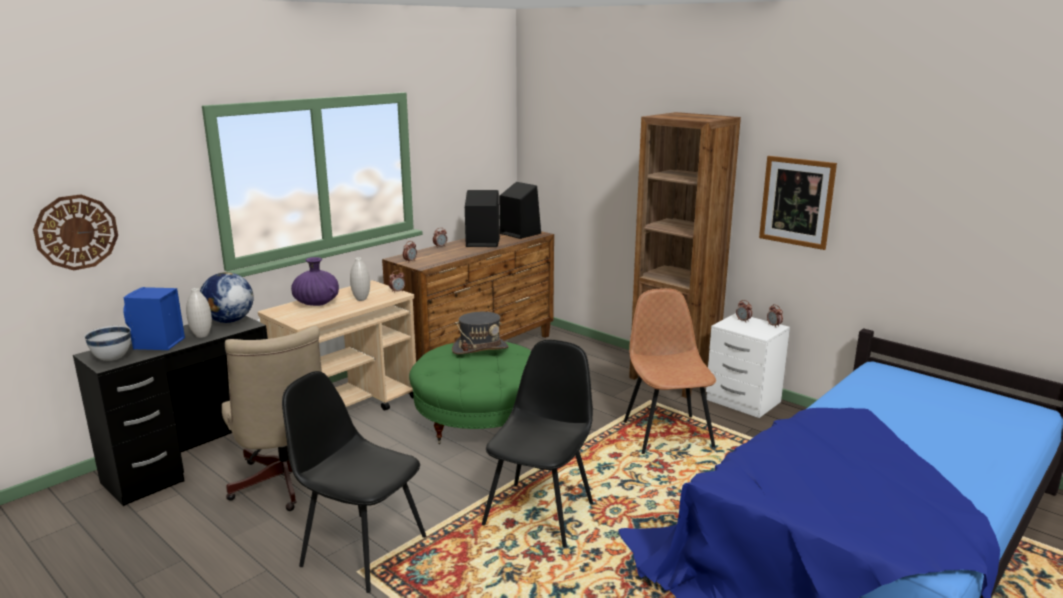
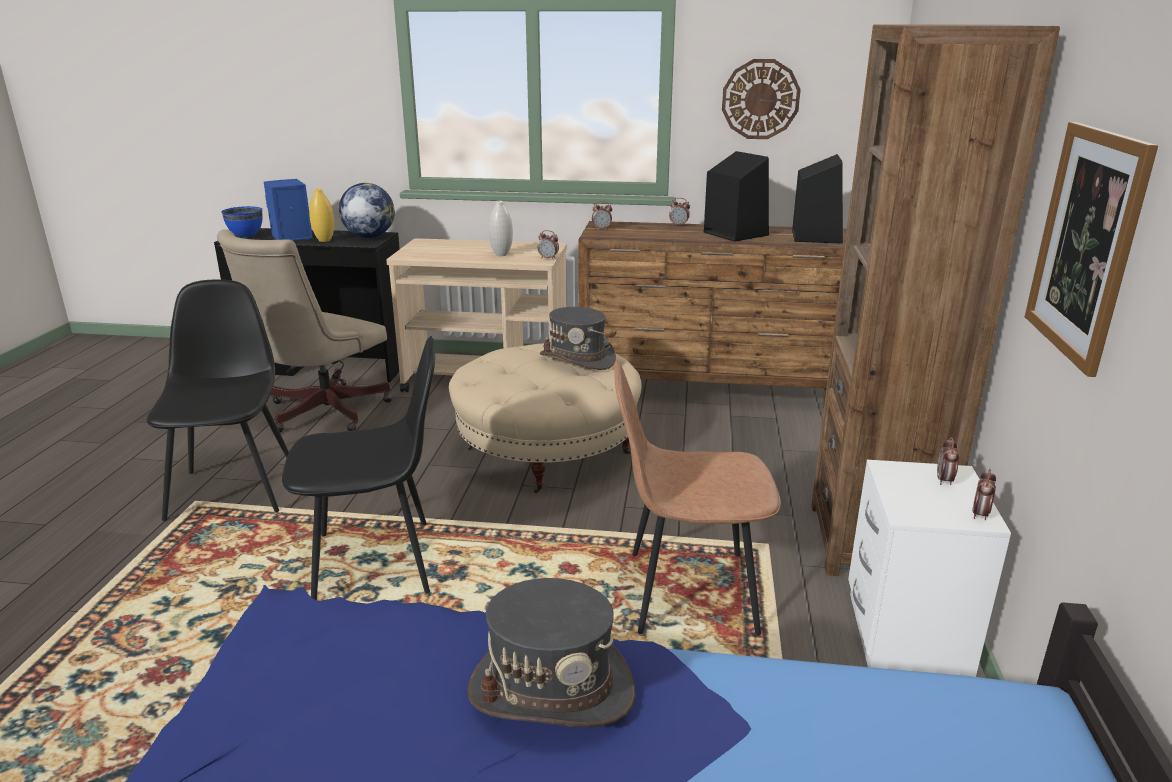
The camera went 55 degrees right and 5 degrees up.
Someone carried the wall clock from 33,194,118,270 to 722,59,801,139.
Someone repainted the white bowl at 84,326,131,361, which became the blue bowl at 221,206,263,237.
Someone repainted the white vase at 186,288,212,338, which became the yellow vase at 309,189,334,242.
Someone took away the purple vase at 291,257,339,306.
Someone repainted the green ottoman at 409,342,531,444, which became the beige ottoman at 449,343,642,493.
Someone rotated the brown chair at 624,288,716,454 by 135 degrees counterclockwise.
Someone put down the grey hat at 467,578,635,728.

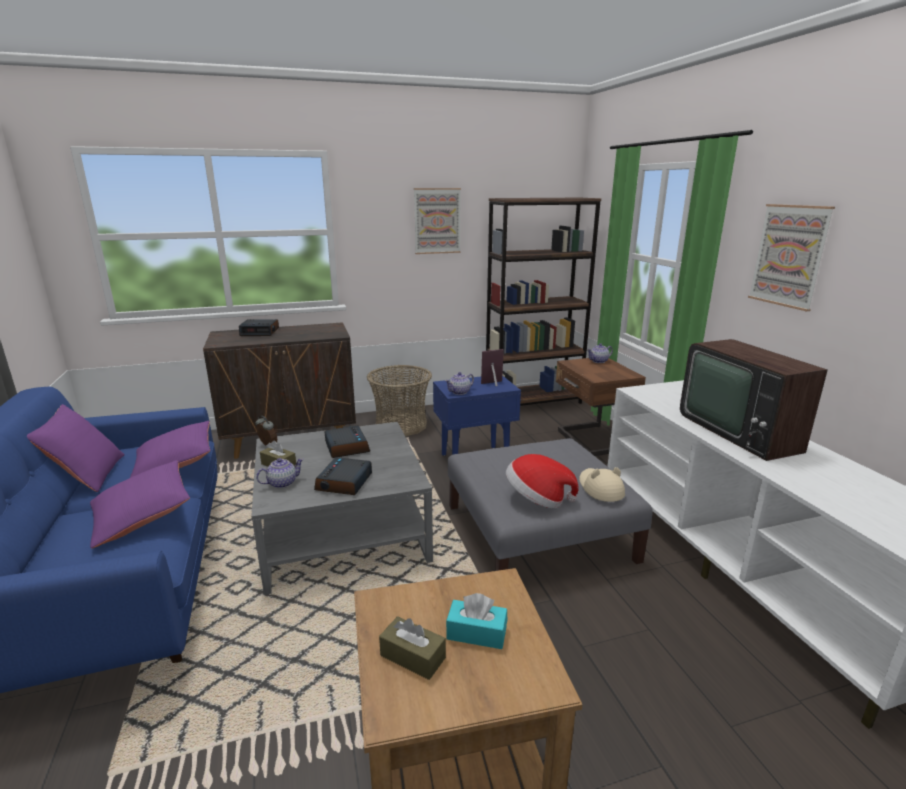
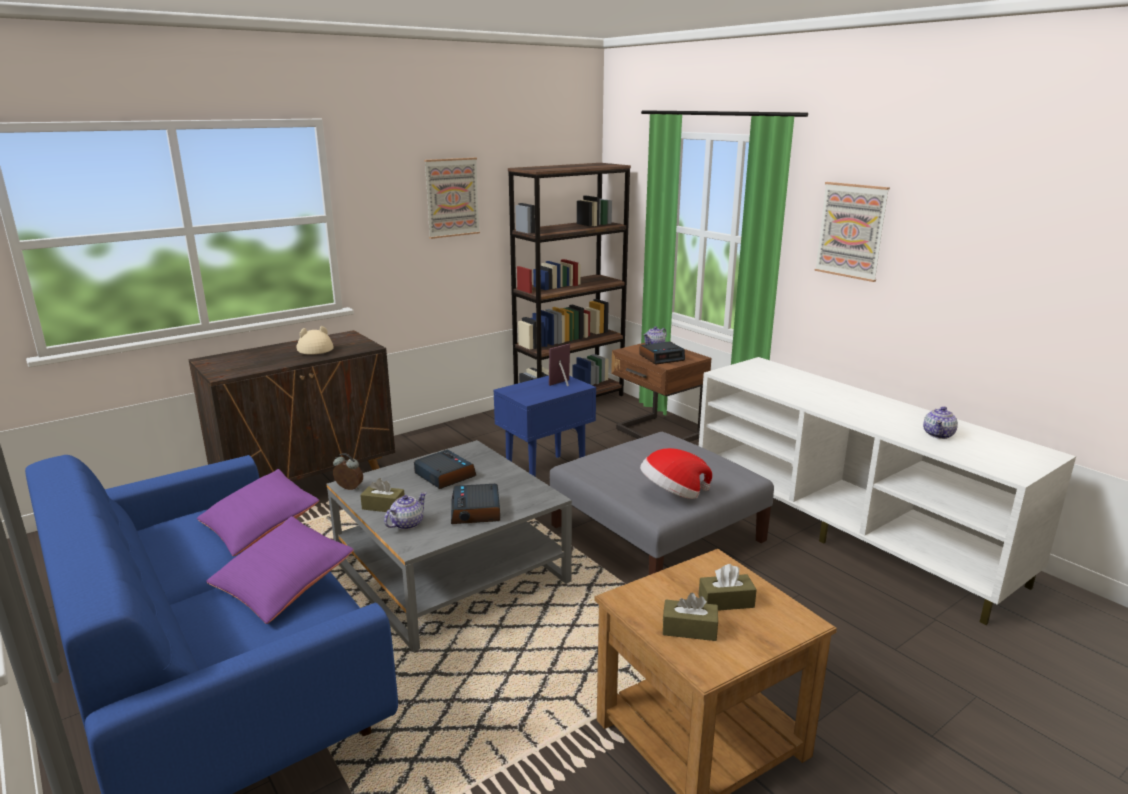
The camera went 20 degrees left and 0 degrees up.
Someone took away the purple pillow at 27,404,125,492.
Someone carried the alarm clock from 239,319,279,336 to 639,341,685,364.
Someone took away the basket at 367,365,432,436.
Someone carried the teapot from 445,372,474,395 to 923,406,958,439.
Someone repainted the turquoise tissue box at 446,593,507,649, which became the brown tissue box at 698,564,757,611.
Someone carried the beige hat from 579,467,625,502 to 296,326,333,354.
Someone took away the television at 680,339,828,461.

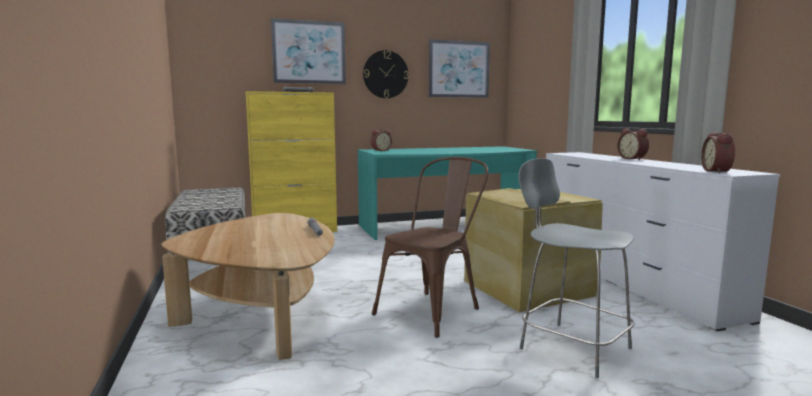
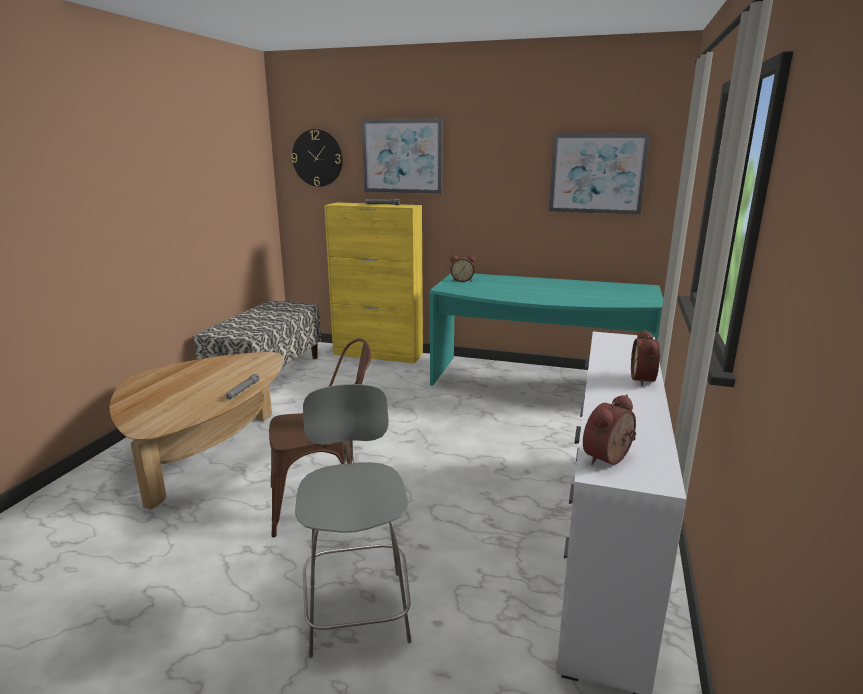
The camera went 35 degrees right and 10 degrees up.
Someone carried the wall clock from 363,50,409,98 to 291,129,343,187.
Someone took away the beige storage box at 464,188,603,312.

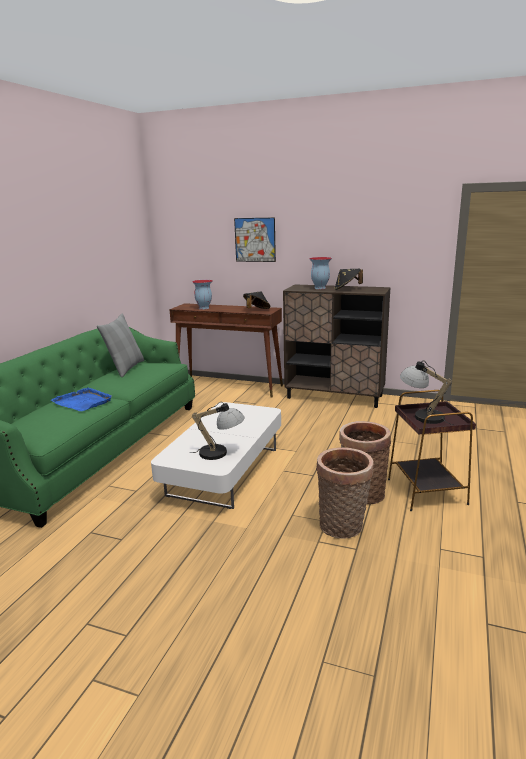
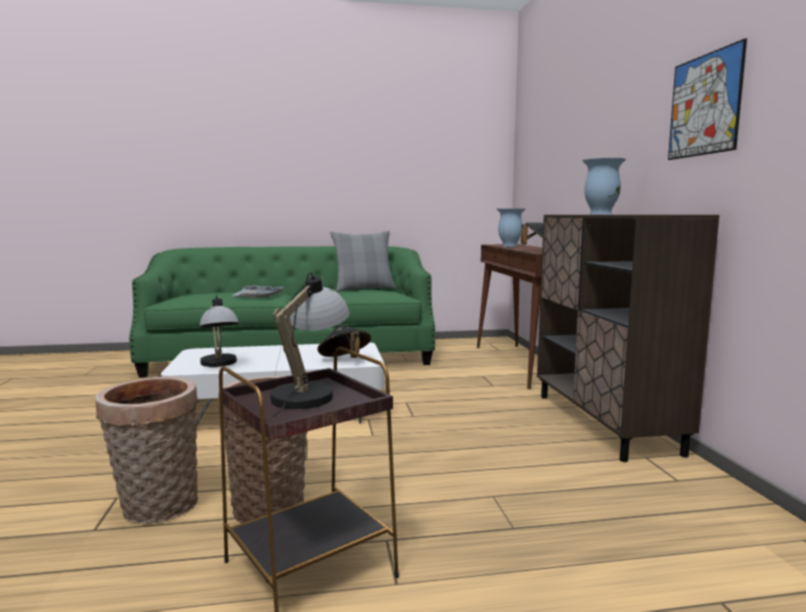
The camera went 60 degrees right and 10 degrees down.
Someone repainted the blue tray at 51,387,112,411, which became the grey tray at 232,285,284,298.
Someone carried the picture from 234,218,276,262 to 668,39,747,160.
Someone carried the black hat from 335,269,363,290 to 318,325,371,358.

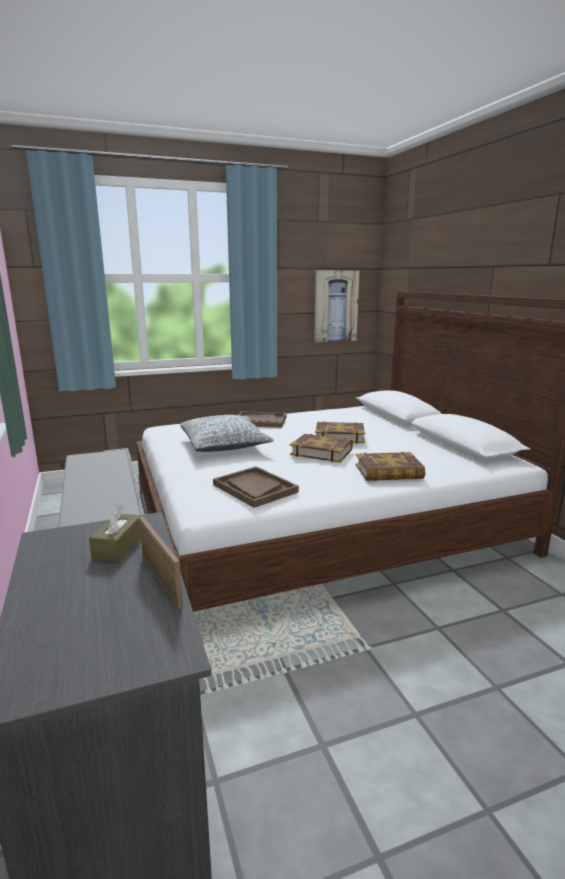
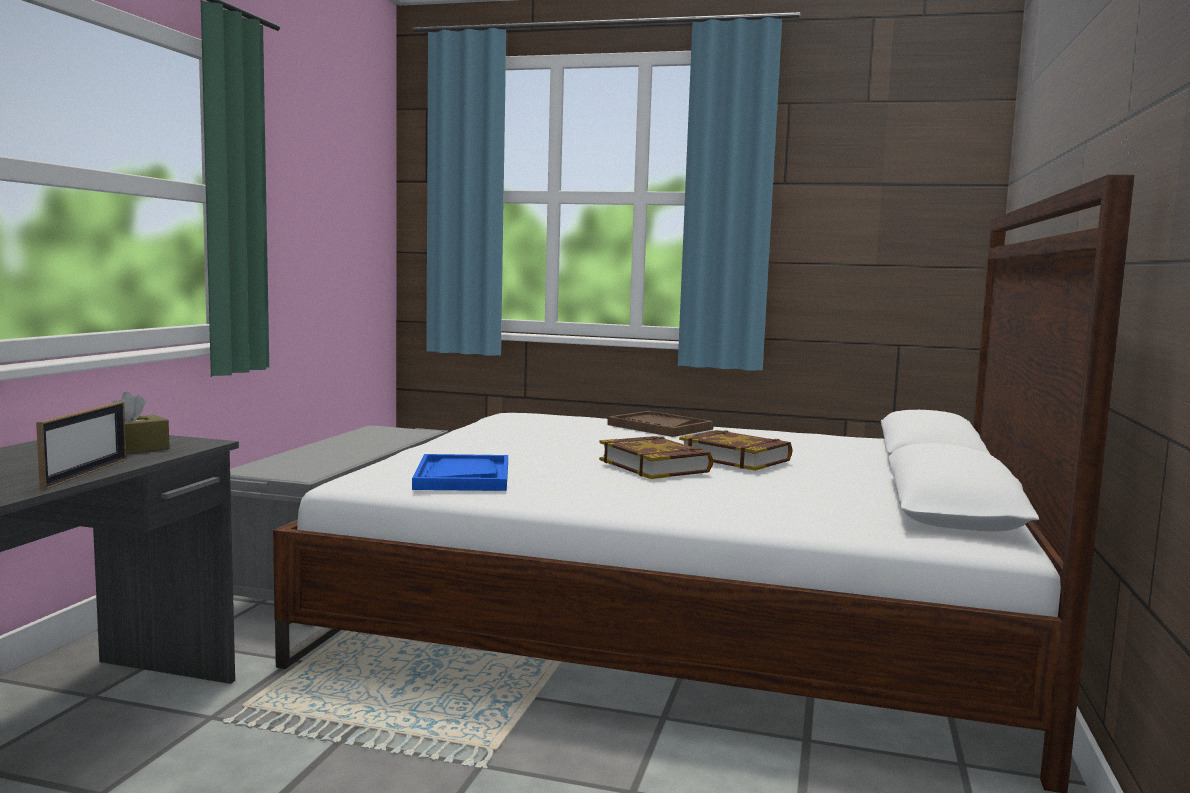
The camera went 35 degrees right and 10 degrees down.
Someone took away the pillow at 181,415,274,452.
Someone repainted the brown tray at 213,466,299,508, which became the blue tray at 412,454,508,491.
Someone took away the picture at 314,270,360,342.
Someone took away the book at 356,452,425,481.

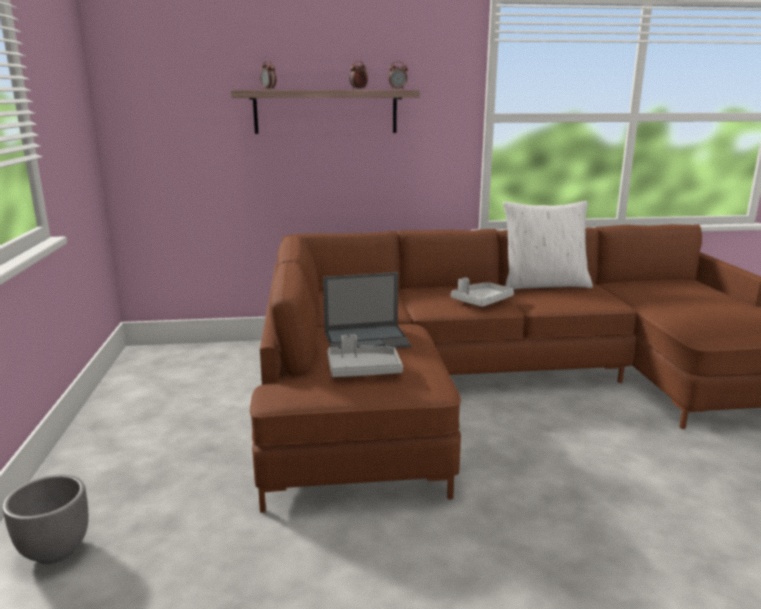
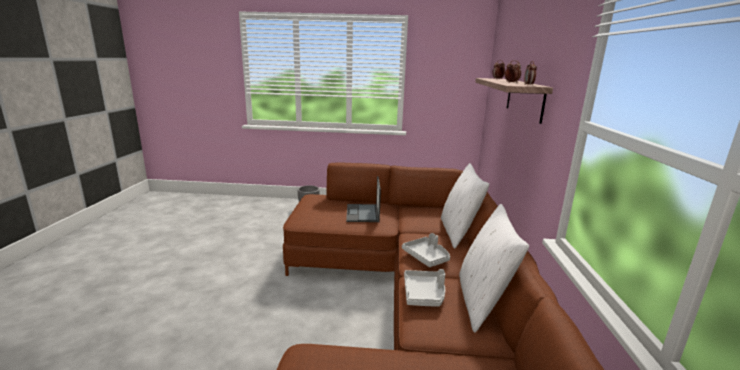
The camera went 100 degrees right and 0 degrees up.
Someone carried the grey tray from 327,334,403,377 to 404,269,445,306.
Someone put down the white pillow at 441,163,489,249.

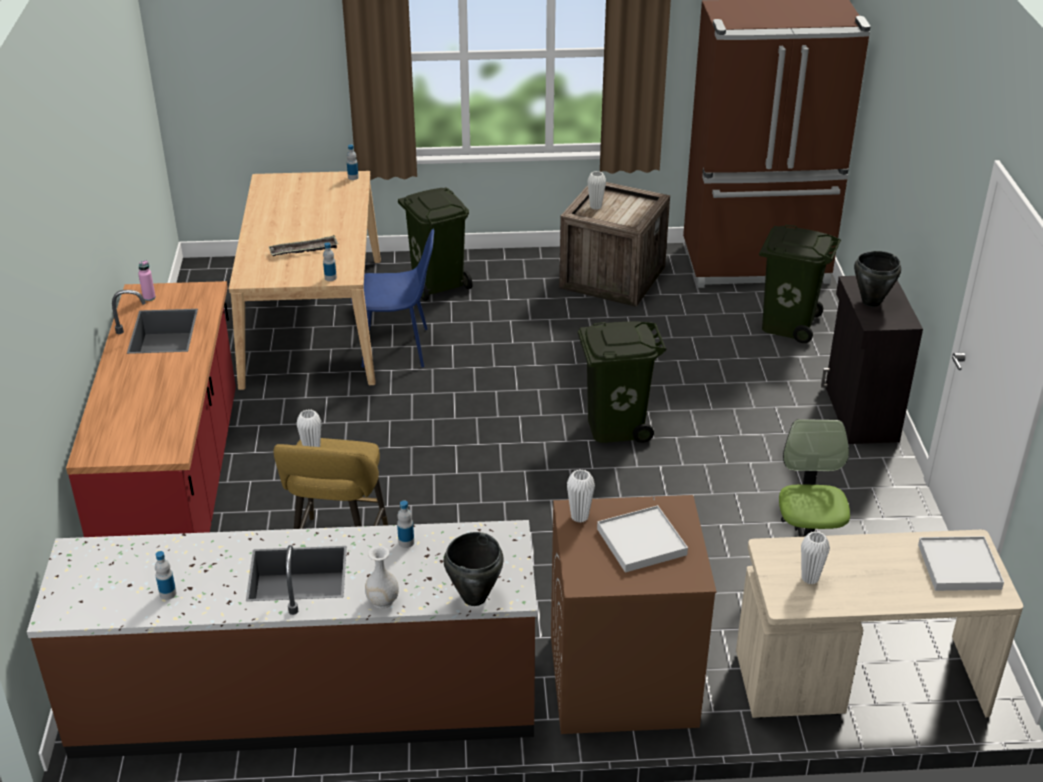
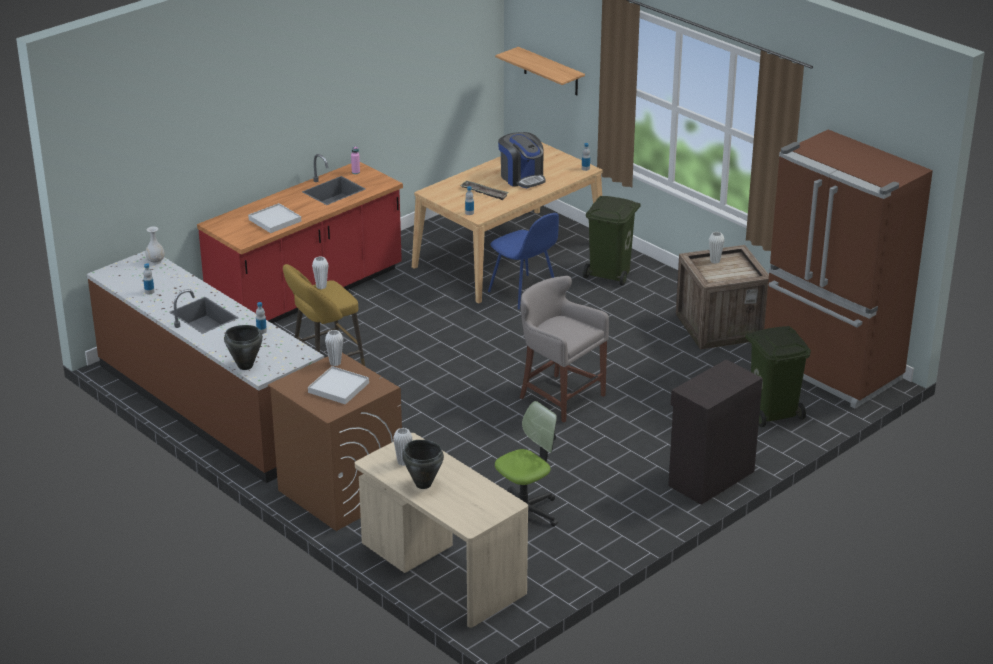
The camera went 50 degrees right and 5 degrees down.
Someone carried the white vase from 365,546,399,609 to 145,227,165,264.
Someone swapped the green trash can at 578,321,666,443 for the grey stool at 520,276,609,422.
Someone carried the black cooking pot from 854,251,901,307 to 402,440,444,489.
Someone carried the white tray from 918,536,1004,591 to 248,203,301,233.
Someone put up the shelf at 495,47,585,95.
Someone put down the coffee machine at 498,132,546,188.

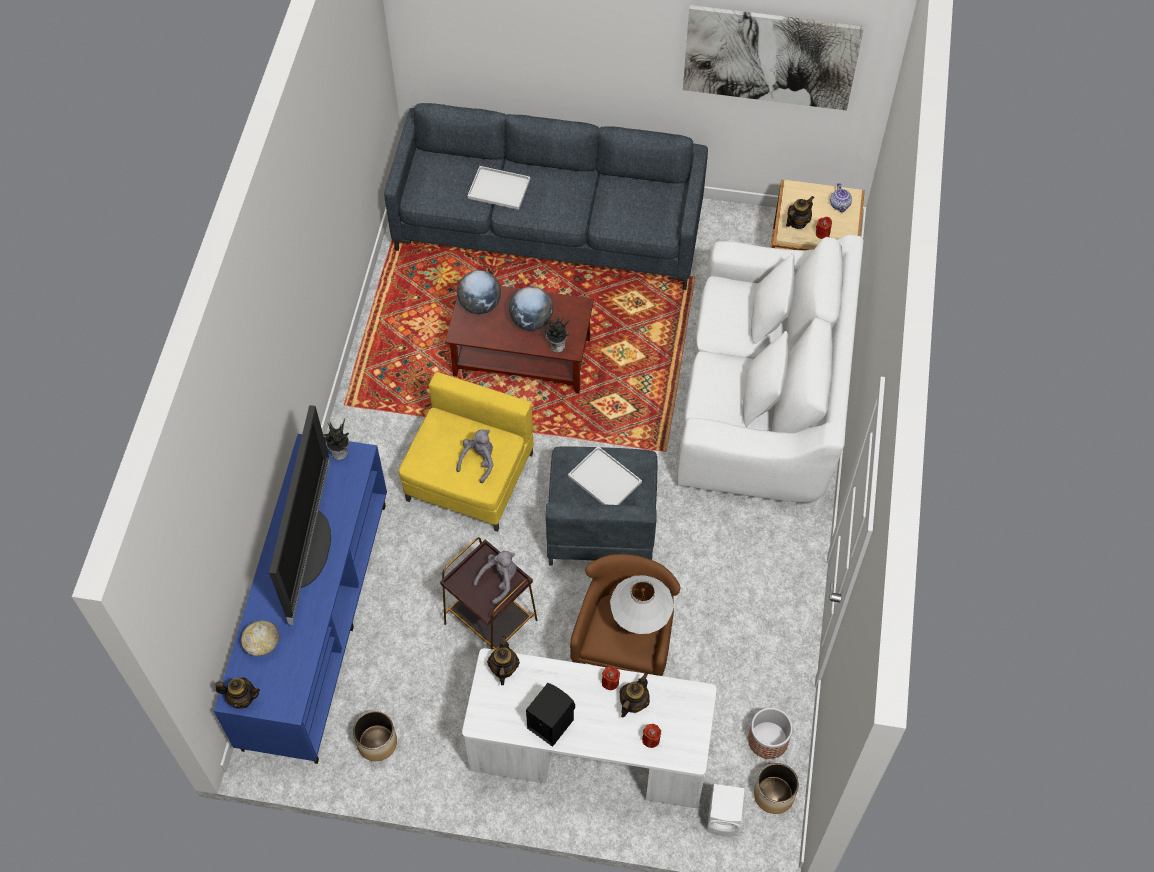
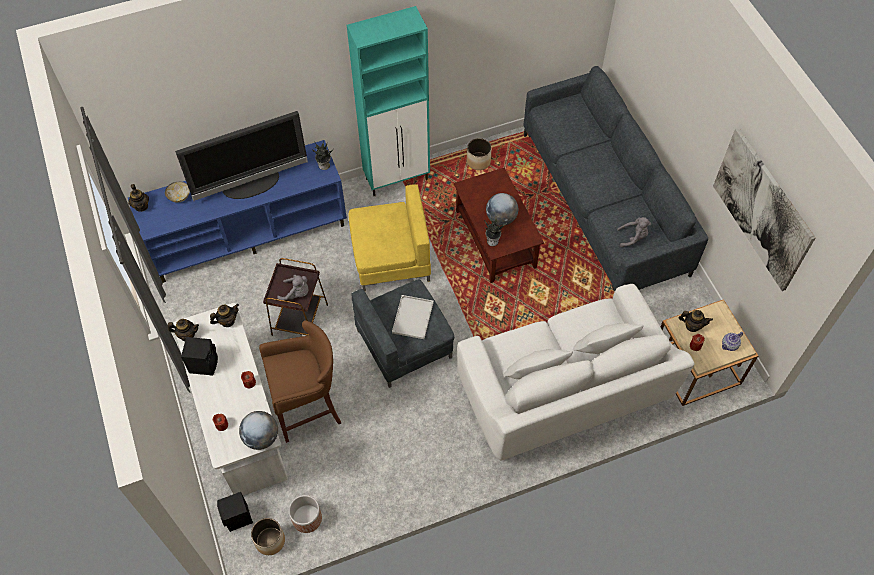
The camera went 60 degrees right and 0 degrees up.
Someone carried the planter from 353,711,397,761 to 467,138,491,170.
Someone carried the grey plush toy from 456,429,493,483 to 617,217,651,247.
Someone carried the globe from 457,270,501,314 to 239,411,278,450.
Someone took away the white tray at 467,166,530,210.
Someone took away the white table lamp at 610,575,674,634.
Someone carried the teapot from 619,673,650,717 to 168,319,199,341.
Someone repainted the white speaker at 707,784,744,837, which became the black speaker at 217,492,253,532.
Someone put down the turquoise cabinet at 347,6,430,196.

